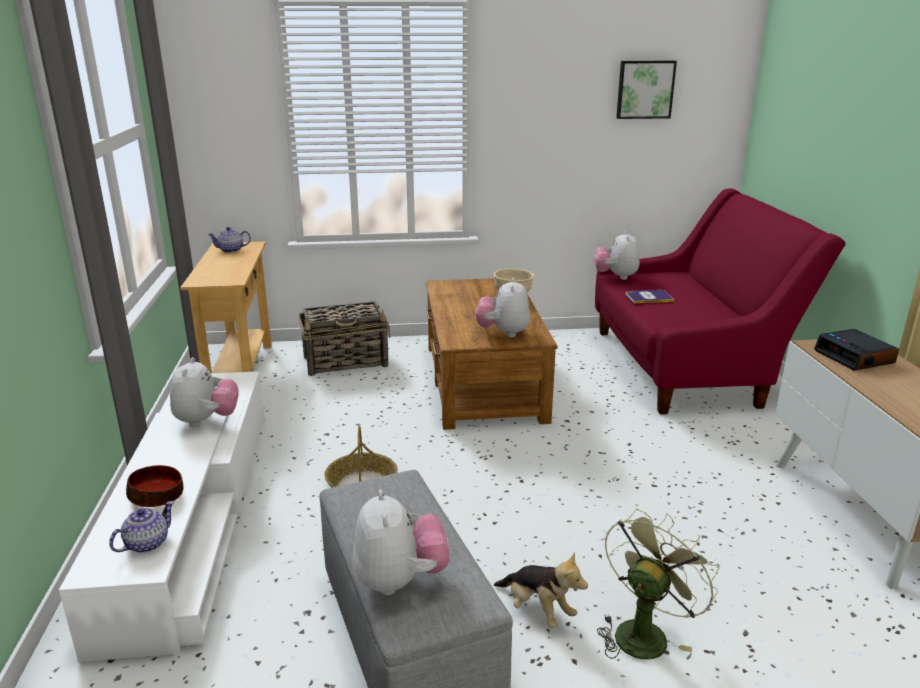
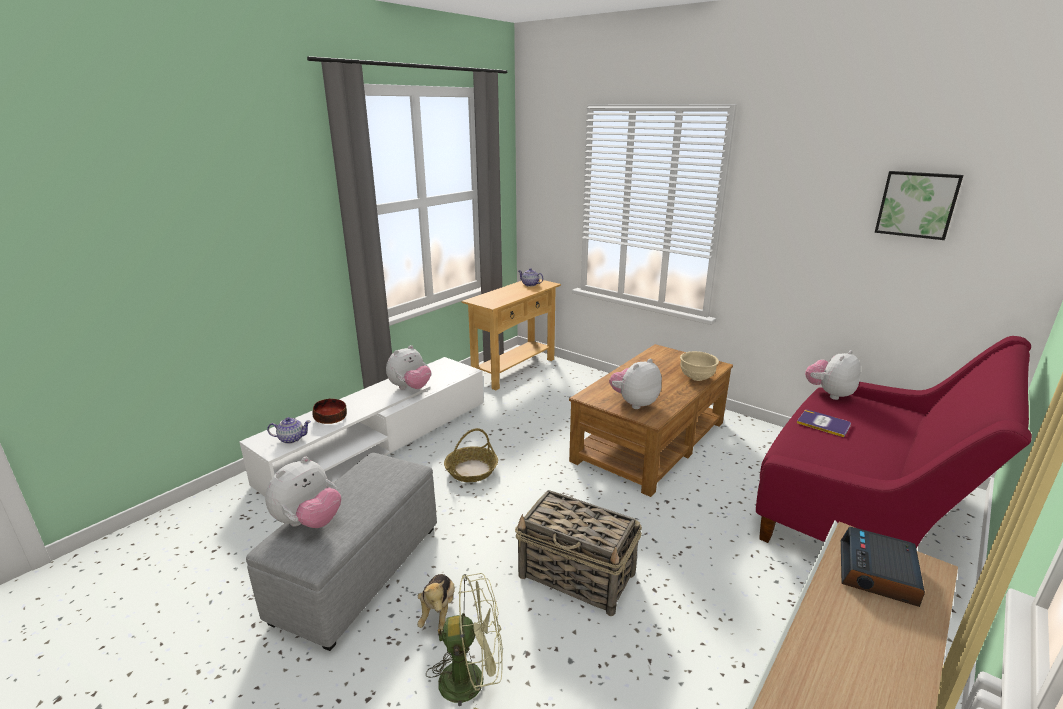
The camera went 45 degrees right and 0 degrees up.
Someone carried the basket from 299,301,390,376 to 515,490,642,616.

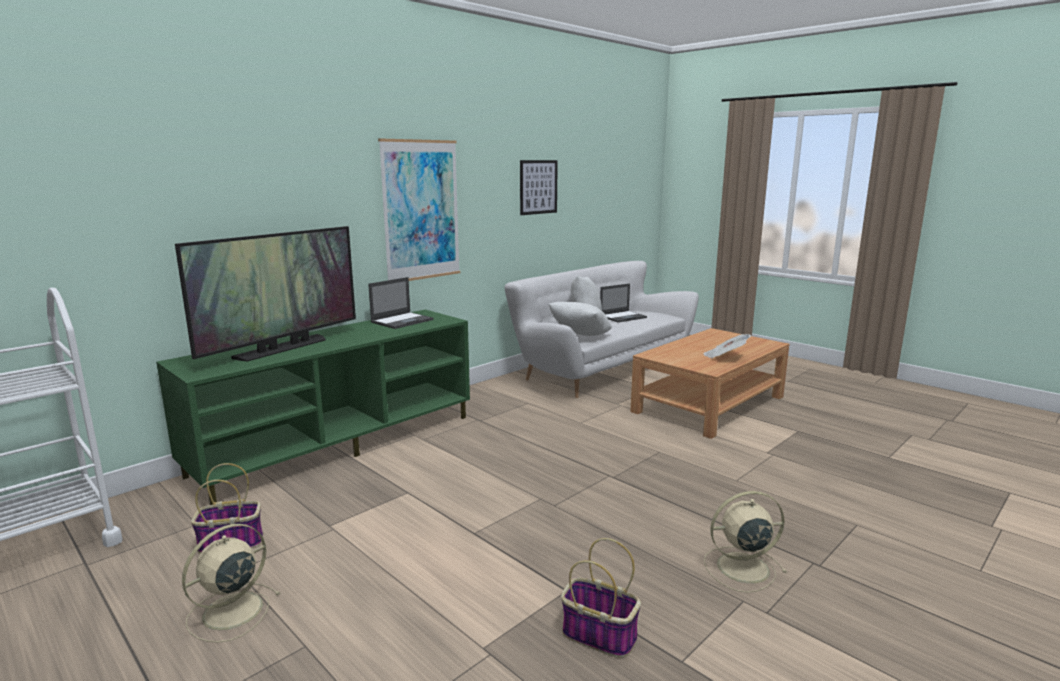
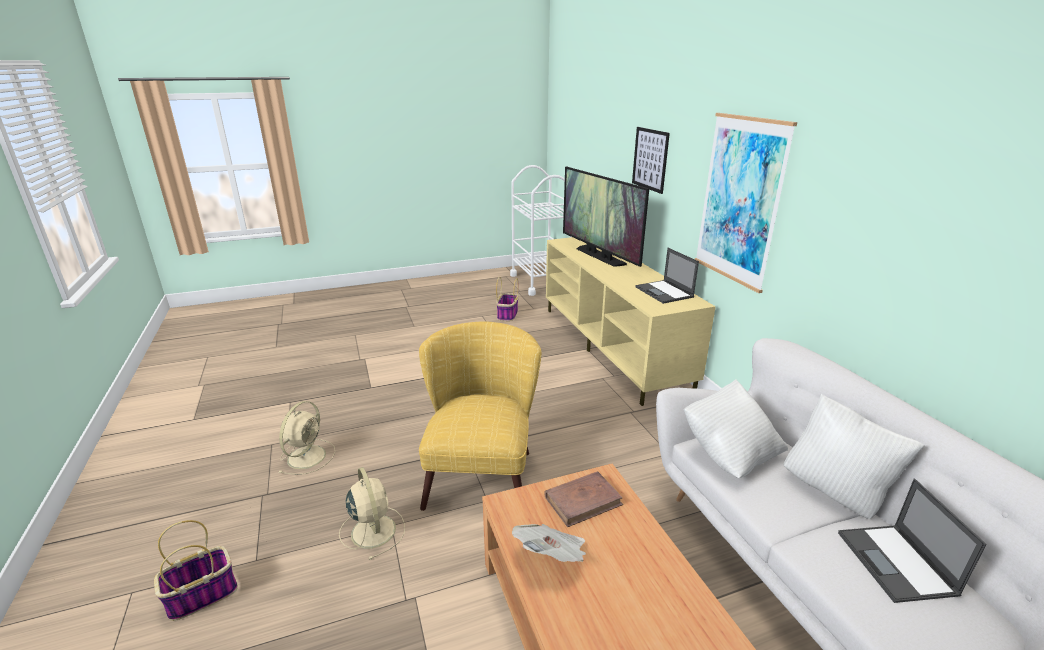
The camera went 115 degrees right and 10 degrees up.
Someone repainted the green tv stand at 156,309,470,505, which became the beige tv stand at 546,237,716,406.
Someone carried the beige fan from 182,524,281,643 to 339,467,405,560.
Someone carried the picture from 520,160,558,215 to 632,127,670,194.
Someone carried the basket from 561,538,641,658 to 154,520,238,621.
Someone put down the yellow armchair at 419,322,541,511.
Someone put down the brown book at 545,471,623,527.

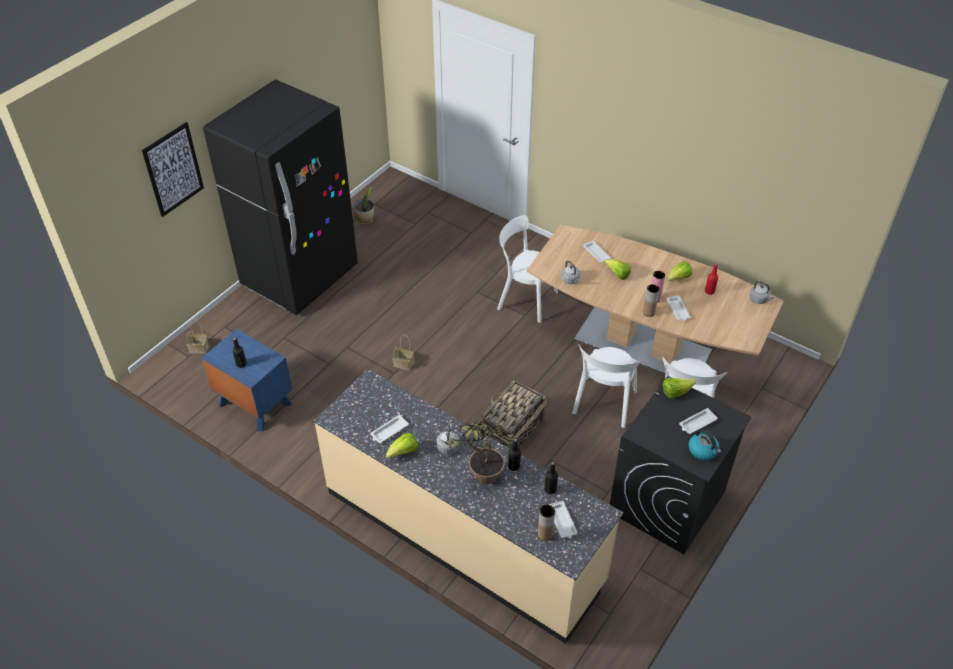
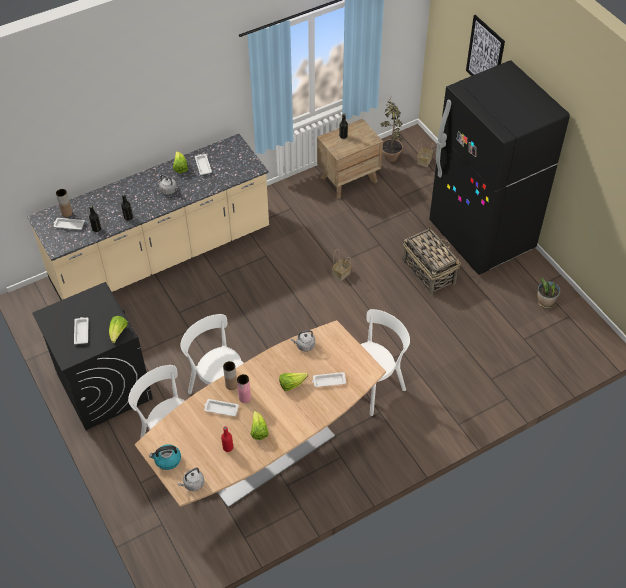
The camera went 115 degrees right and 5 degrees up.
Someone repainted the blue nightstand at 202,329,292,432, which became the brown nightstand at 317,119,383,199.
Someone carried the potted plant from 441,422,505,485 to 381,98,403,162.
Someone carried the basket from 478,377,547,449 to 402,226,461,295.
Someone carried the kettle from 689,428,721,460 to 149,444,181,470.

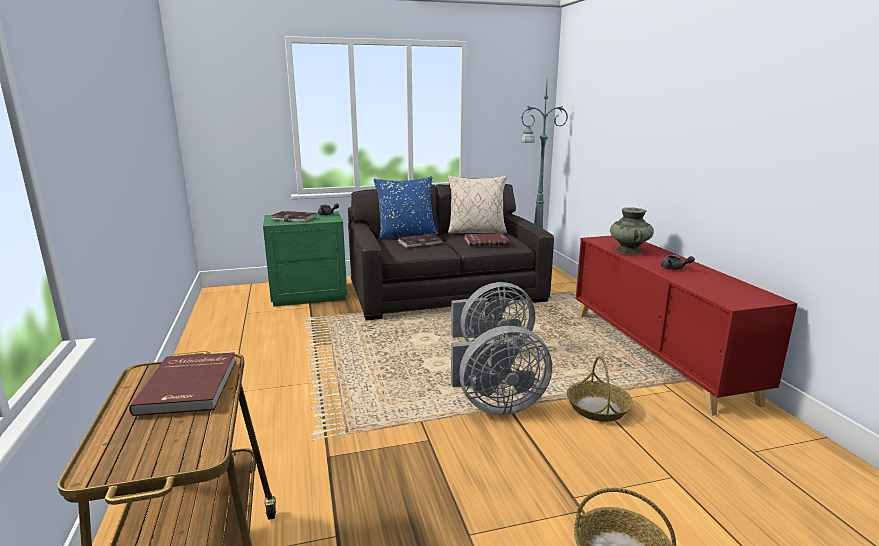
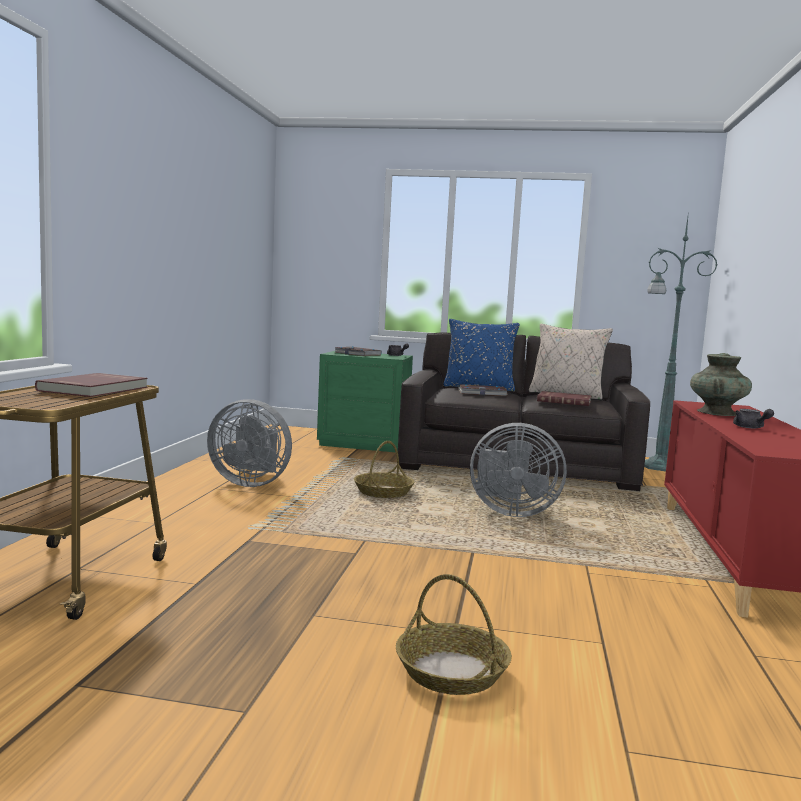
The camera went 25 degrees right and 10 degrees down.
Someone carried the grey fan from 451,326,552,415 to 207,399,292,487.
Someone carried the basket from 567,356,633,422 to 354,441,414,498.

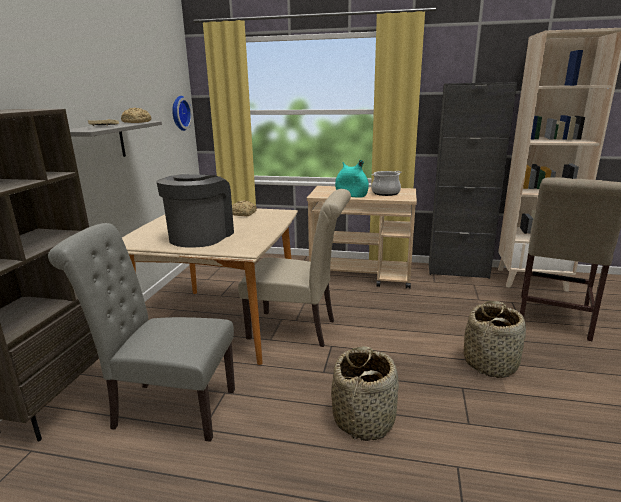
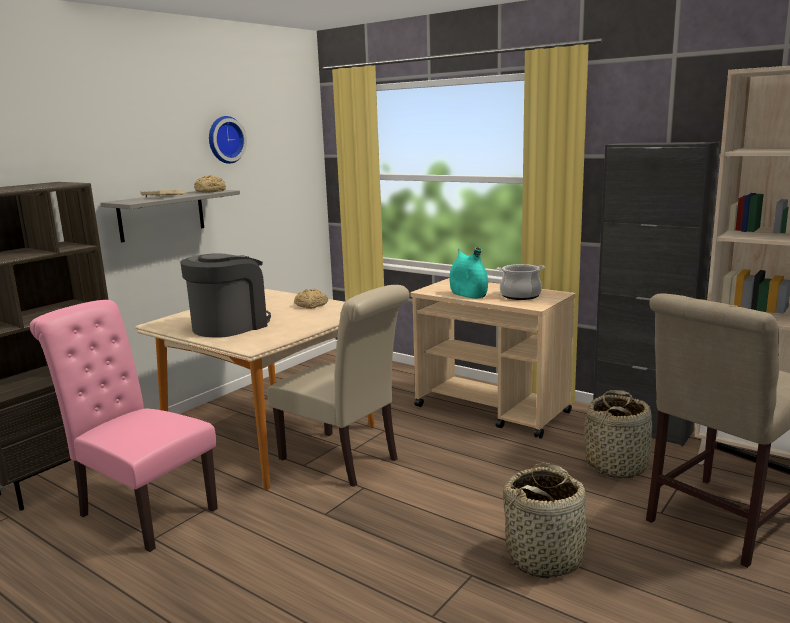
The camera went 25 degrees right and 5 degrees down.
Someone repainted the grey chair at 48,223,235,442, which became the pink chair at 30,300,218,552.
Someone carried the wall clock from 172,96,192,131 to 209,116,247,164.
Someone carried the basket from 331,346,399,441 to 584,390,652,479.

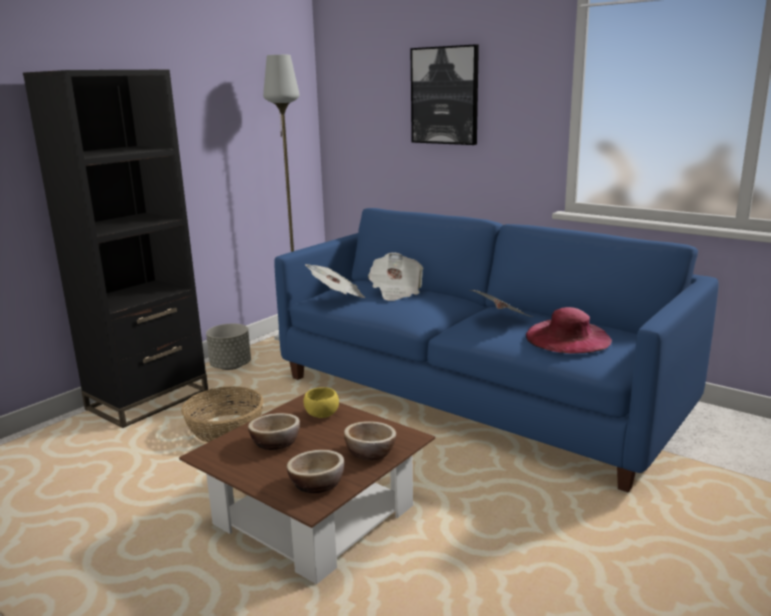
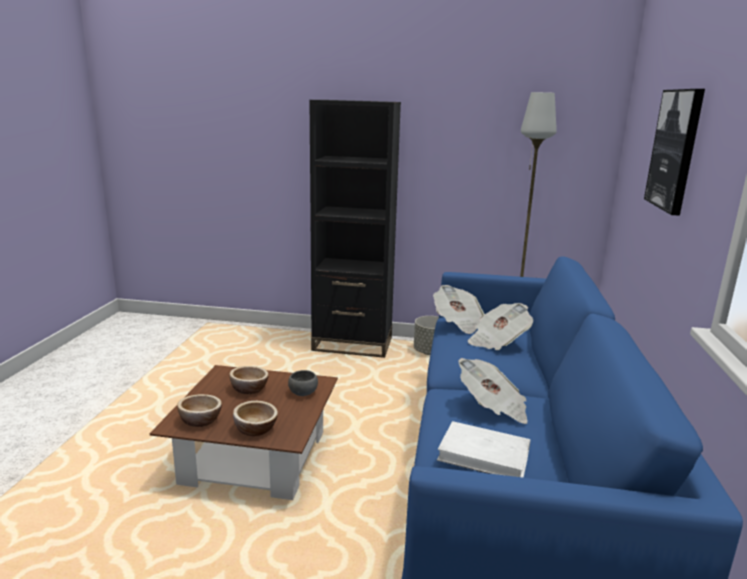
The camera went 60 degrees right and 0 degrees up.
Someone took away the basket at 181,386,263,442.
Someone repainted the yellow bowl at 304,387,339,418, which became the grey bowl at 288,370,318,396.
Someone swapped the pink hat at 526,307,612,354 for the white book at 437,421,531,478.

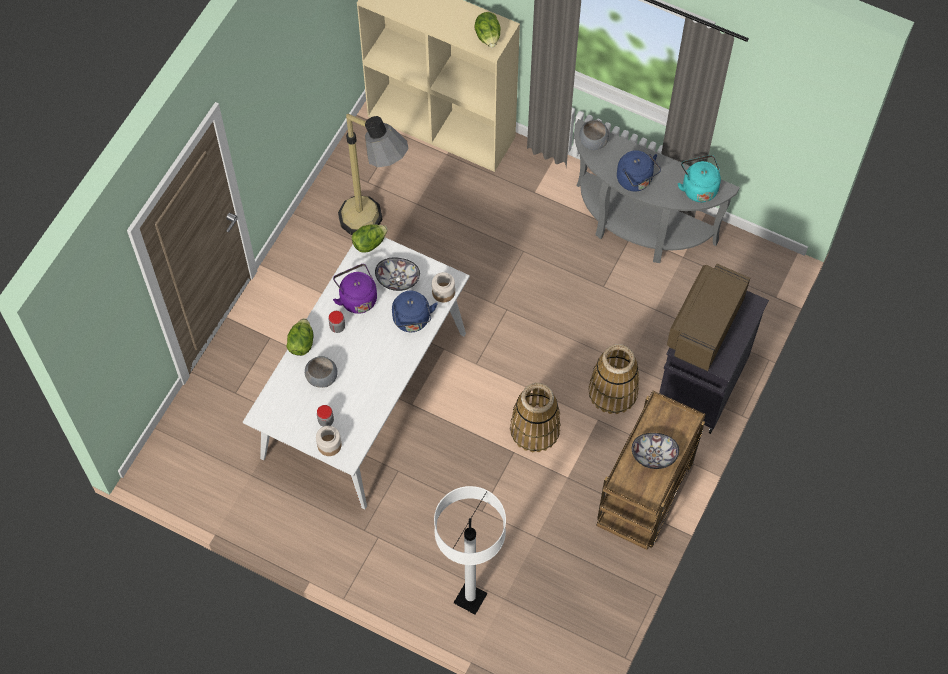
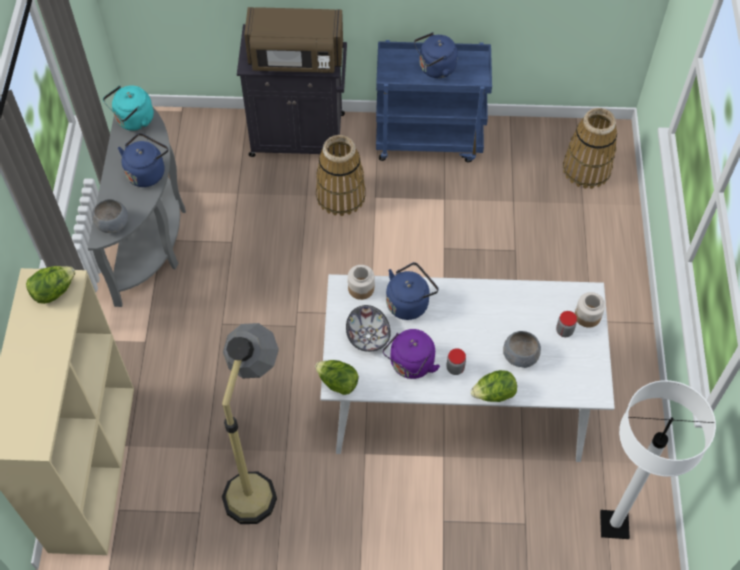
The camera went 115 degrees left and 5 degrees down.
Someone carried the white floor lamp from 434,486,506,615 to 600,380,716,539.
Someone carried the basket from 510,383,561,452 to 563,108,617,189.
Someone repainted the brown cart at 597,391,706,550, which became the blue cart at 376,40,492,162.
Someone swapped the bowl at 632,433,679,469 for the blue kettle at 414,32,458,78.

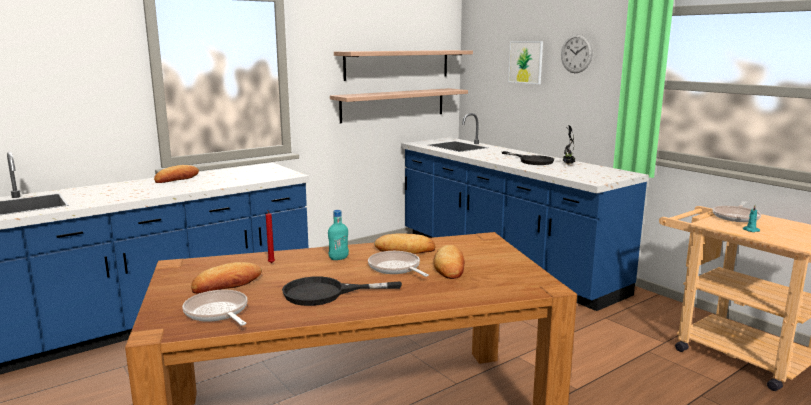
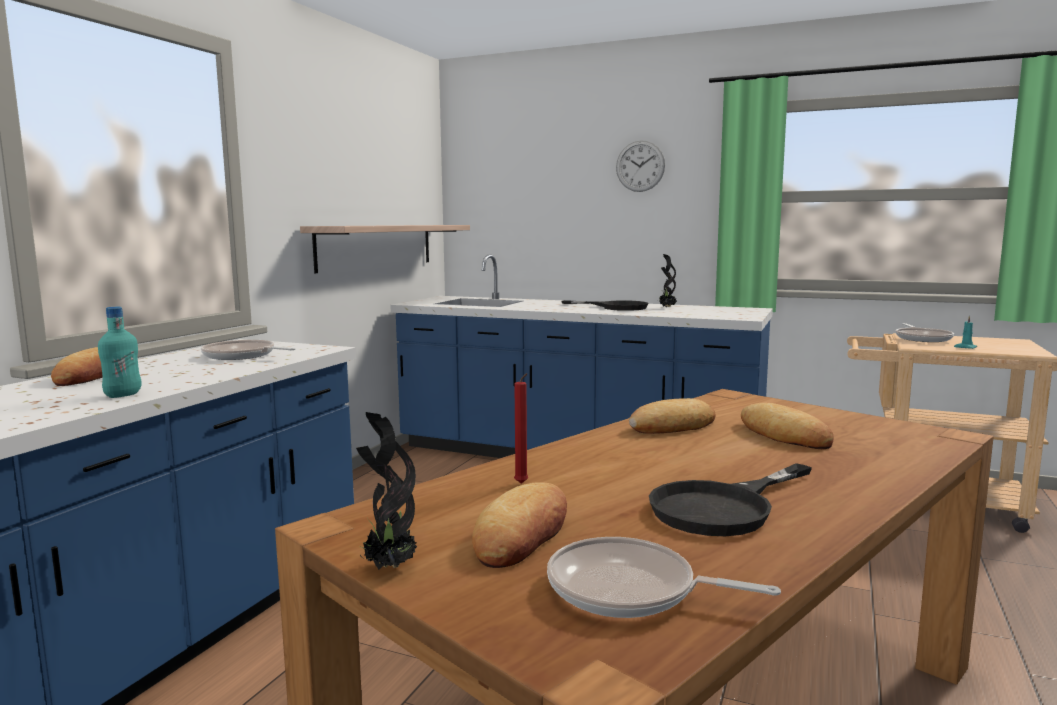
The camera went 30 degrees left and 5 degrees down.
Someone carried the turquoise bottle from 328,210,349,260 to 98,307,141,398.
Someone took away the shelf at 334,50,473,81.
Someone carried the frying pan from 368,251,429,277 to 201,340,296,360.
Someone took away the picture at 508,41,543,84.
Someone put down the potted plant at 356,412,417,570.

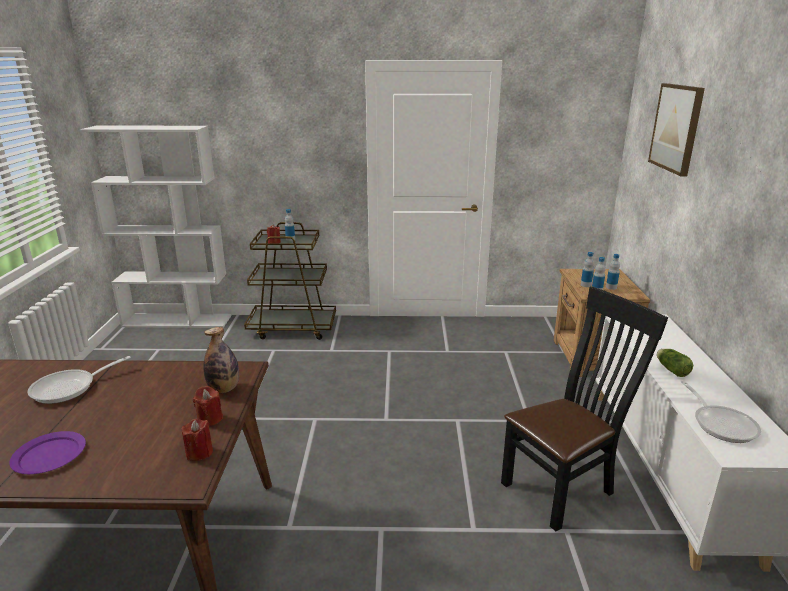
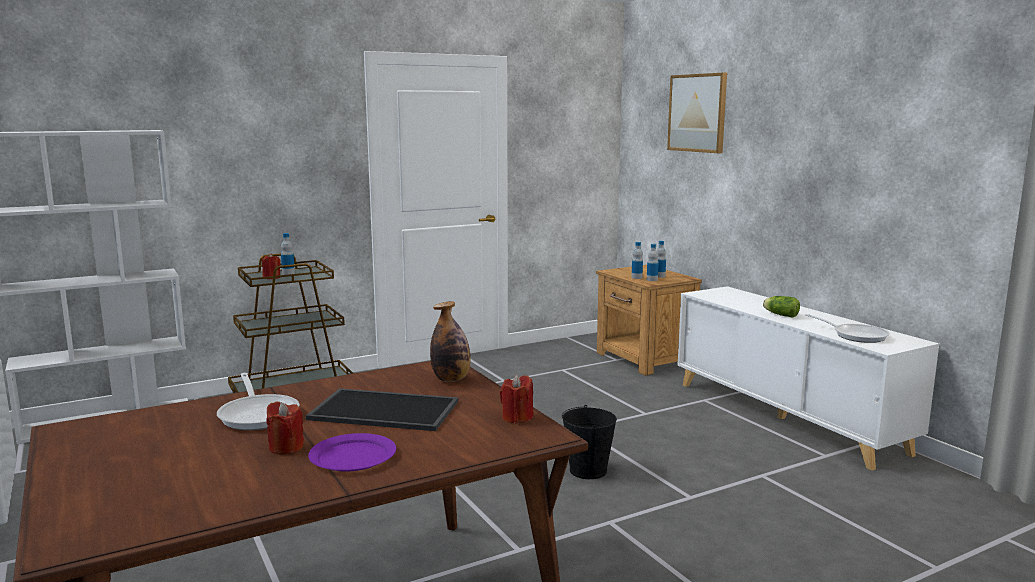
The camera went 30 degrees left and 10 degrees down.
Someone rotated the frying pan at 27,356,131,404 by 45 degrees counterclockwise.
Someone carried the red candle from 193,386,223,426 to 267,401,304,455.
Someone took away the black chair at 501,286,668,532.
Someone put down the tray at 306,388,458,431.
Someone put down the black bucket at 562,405,617,479.

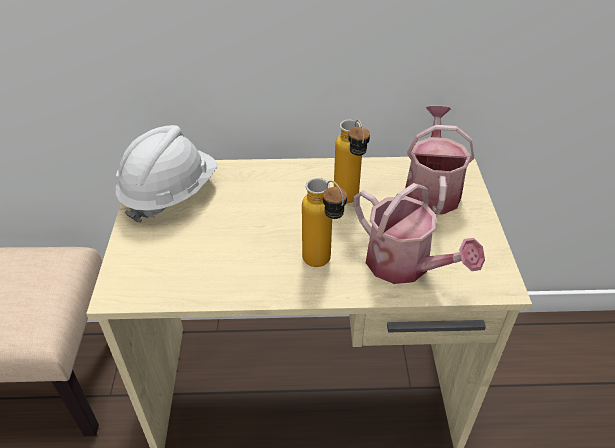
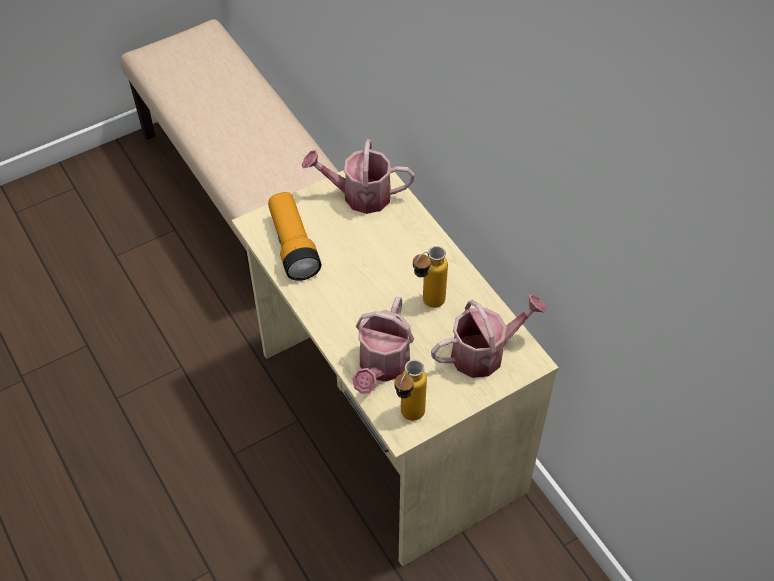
The camera went 60 degrees right and 10 degrees up.
Someone swapped the white hard hat at 116,125,217,223 for the watering can at 302,139,414,214.
Someone carried the bottle from 302,178,347,267 to 395,360,427,421.
Someone put down the flashlight at 268,192,321,281.

